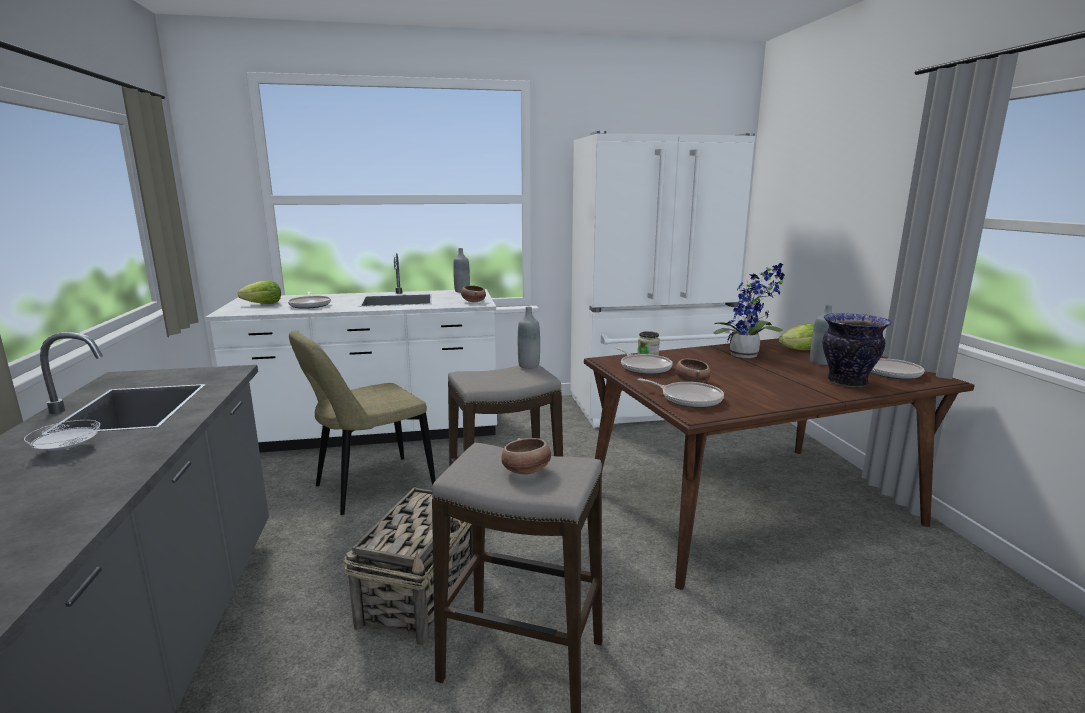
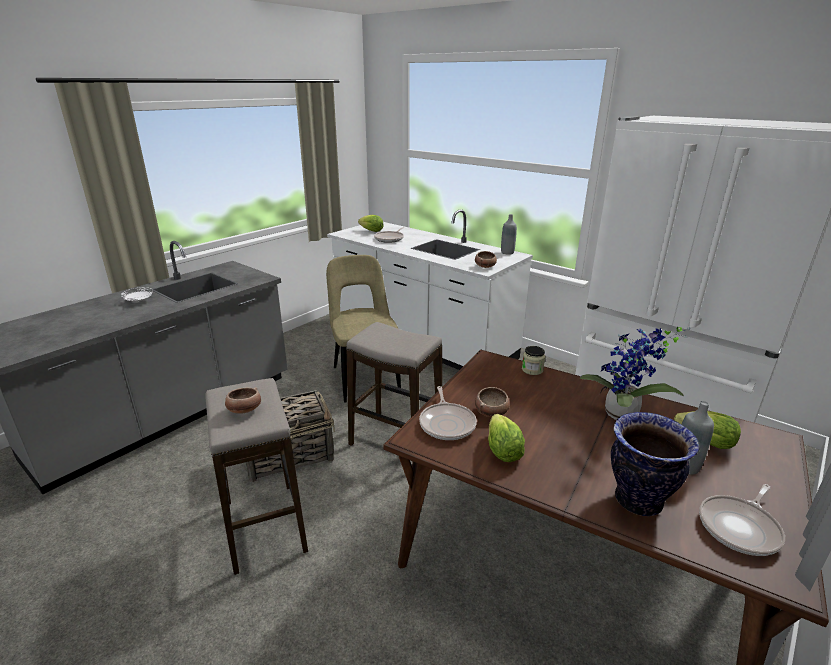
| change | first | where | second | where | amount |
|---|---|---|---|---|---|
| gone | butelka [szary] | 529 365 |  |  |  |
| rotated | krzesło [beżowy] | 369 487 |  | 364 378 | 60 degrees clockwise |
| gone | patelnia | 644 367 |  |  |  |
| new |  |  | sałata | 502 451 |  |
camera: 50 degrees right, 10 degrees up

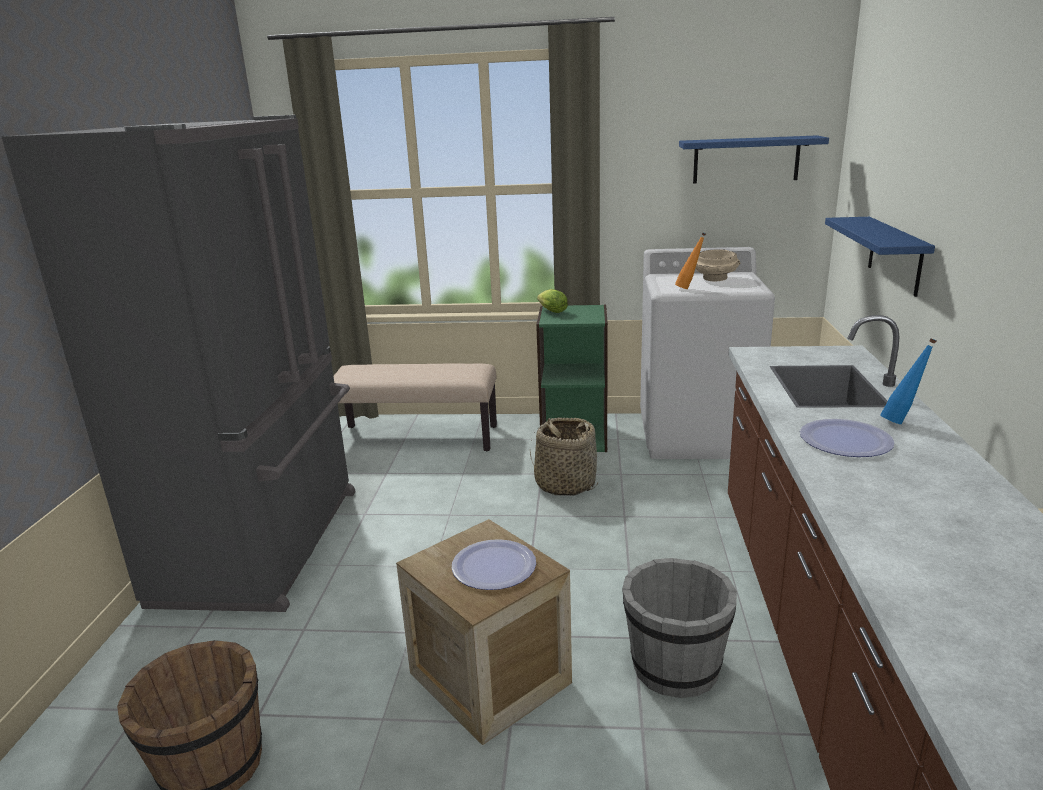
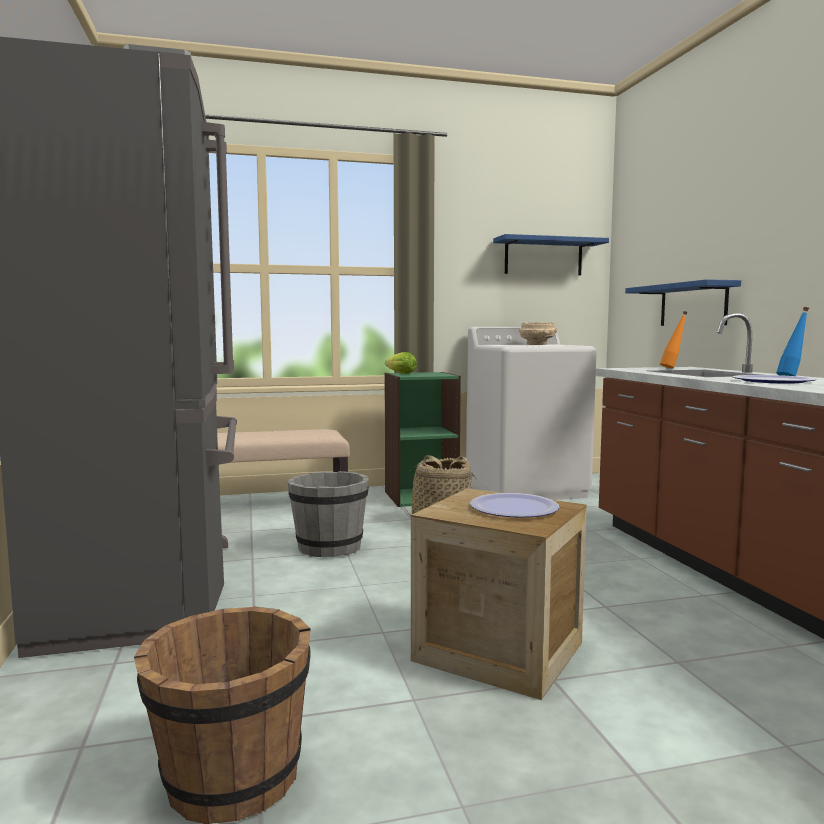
| change | first | where | second | where | amount |
|---|---|---|---|---|---|
| shifted | butelka [pomarańczowy] | 689 288 |  | 672 368 |  |
| shifted | wiadro [szary] | 675 667 |  | 329 547 |  |
camera: 20 degrees left, 15 degrees down

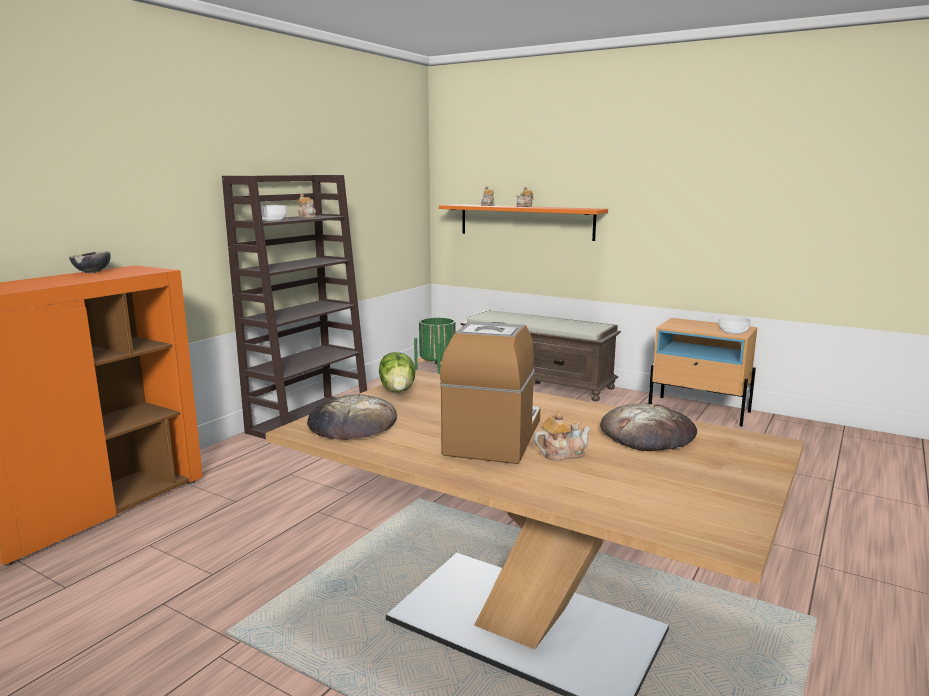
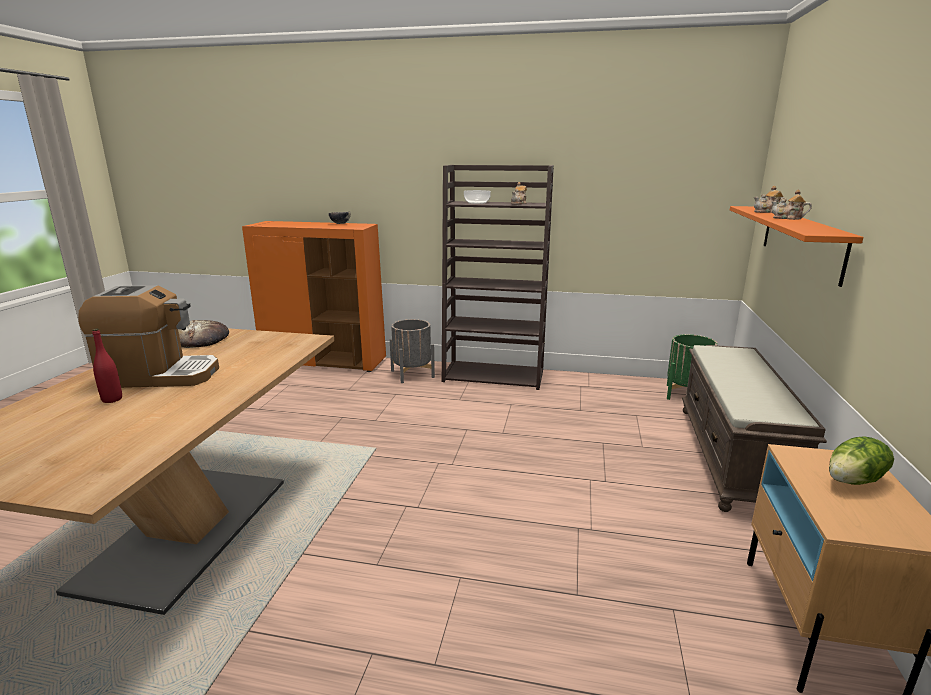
| change | first | where | second | where | amount |
|---|---|---|---|---|---|
| gone | miska | 733 331 |  |  |  |
| shifted | sałata | 398 390 |  | 855 480 |  |
| gone | chleb | 647 434 |  |  |  |
| swapped | imbryk | 561 454 | butelka [czerwony] | 112 399 |  |
| new |  |  | donica [szary] | 412 374 |  |
camera: 70 degrees right, 5 degrees up

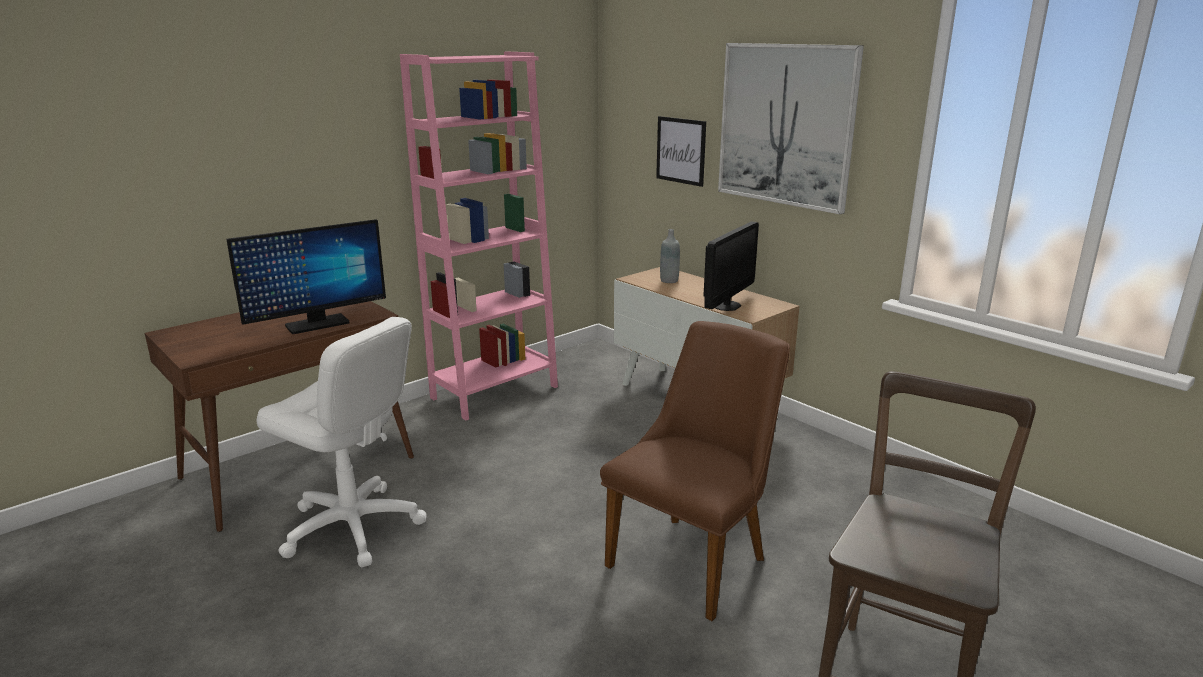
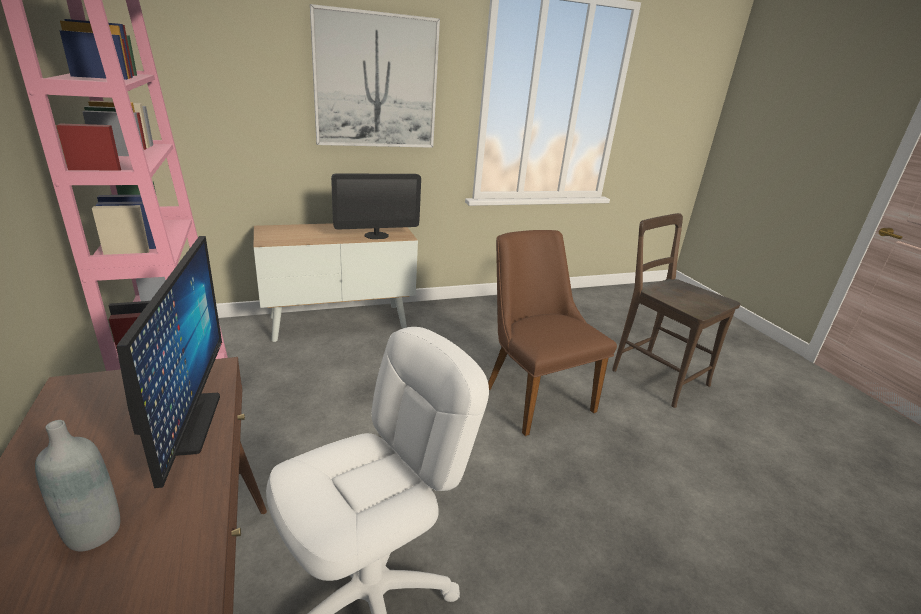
| change | first | where | second | where | amount |
|---|---|---|---|---|---|
| gone | obraz | 681 150 |  |  |  |
| rotated | monitor | 726 306 |  | 376 235 | 105 degrees clockwise |
| shifted | butelka [szary] | 669 280 |  | 93 532 |  |
camera: 70 degrees left, 5 degrees up

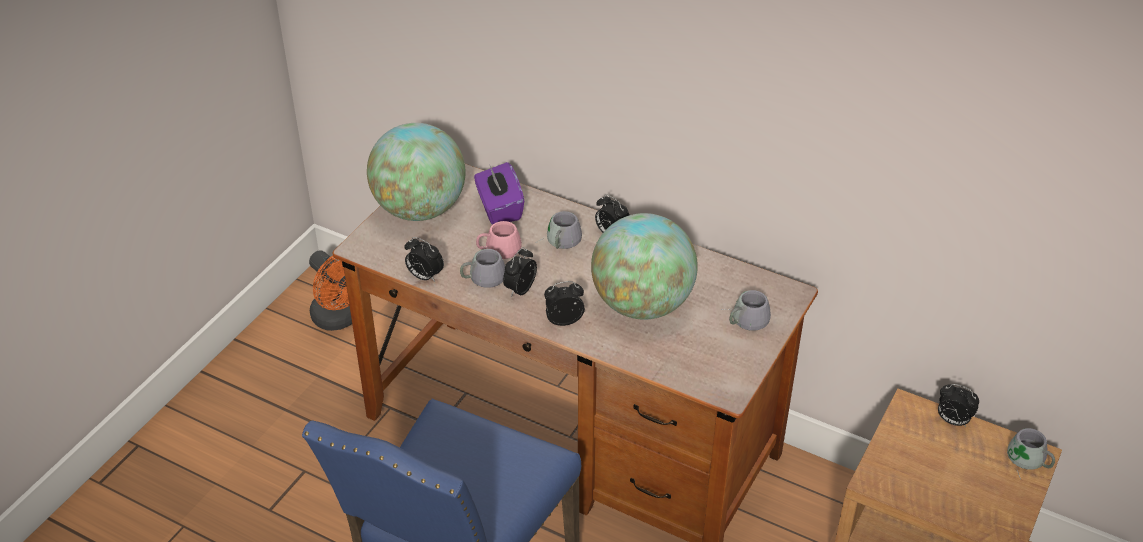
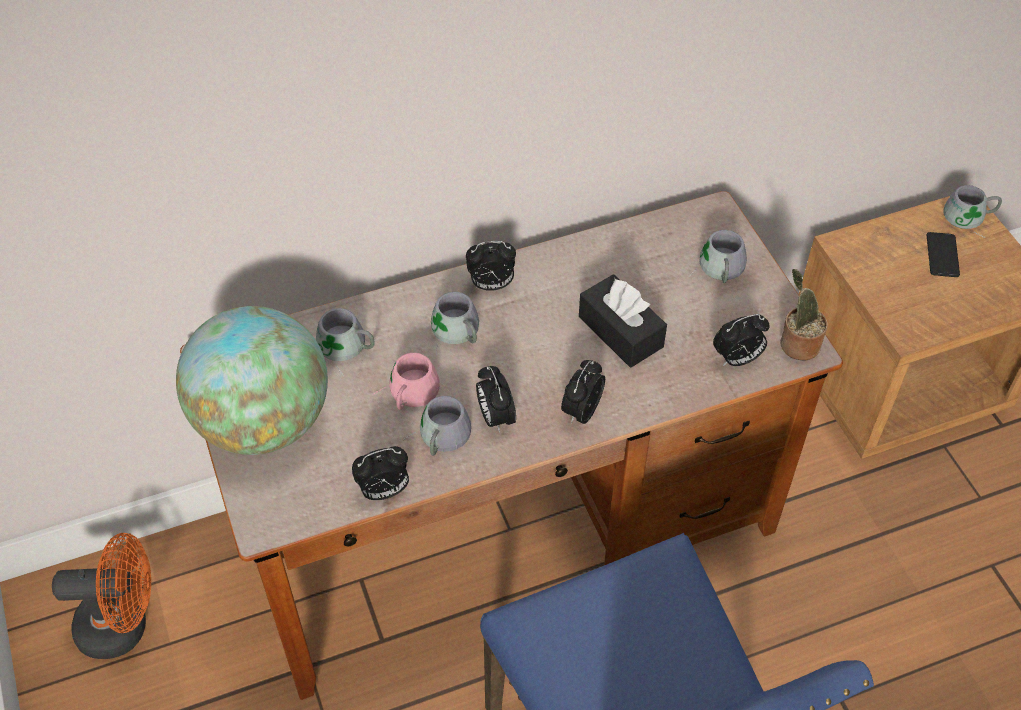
| change | first | where | second | where | amount |
|---|---|---|---|---|---|
| swapped | pudełko chusteczek [fioletowy] | 499 208 | kubek [szary] | 345 350 |  |
| swapped | globus | 642 304 | pudełko chusteczek [czarny] | 620 331 |  |
| shifted | budzik | 952 420 |  | 737 359 |  |
| new |  |  | telefon | 942 255 |  |
| new |  |  | roślina doniczkowa | 797 344 |  |
camera: 50 degrees left, 10 degrees up

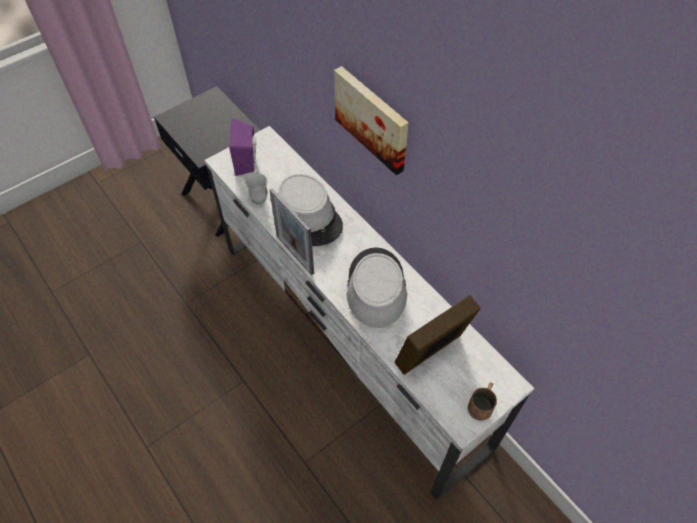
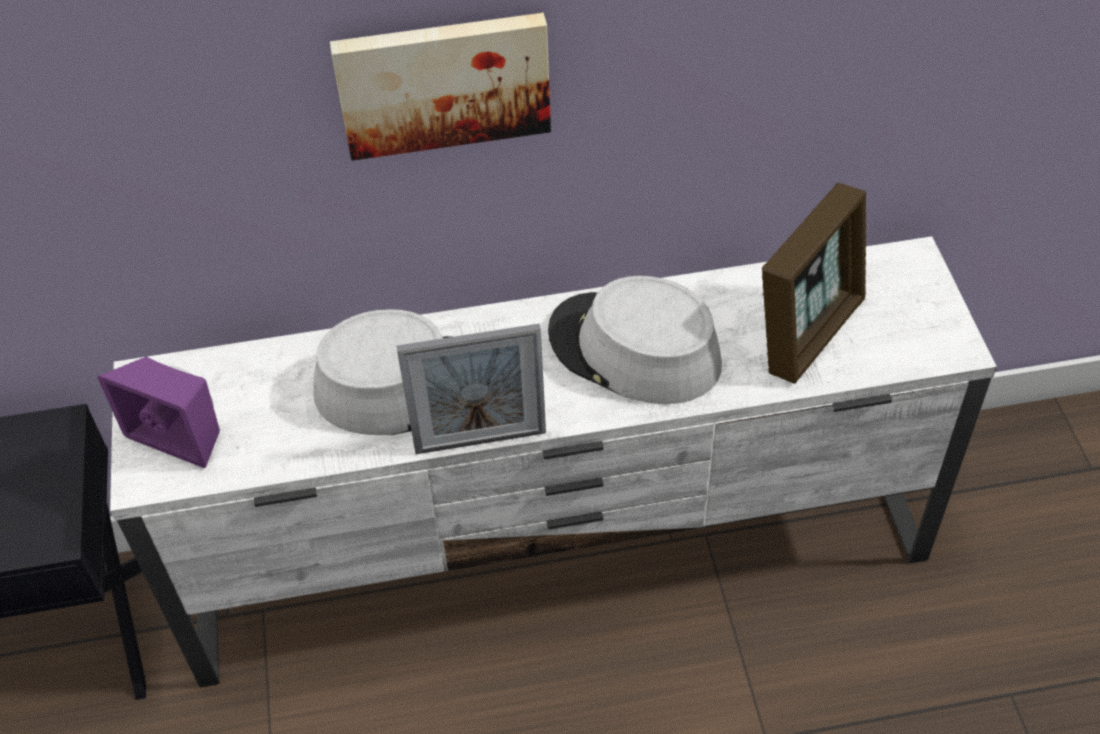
| change | first | where | second | where | amount |
|---|---|---|---|---|---|
| gone | kubek [biały] | 259 195 |  |  |  |
| rotated | ramka na zdjęcie | 431 354 |  | 808 331 | 135 degrees counterclockwise |
| gone | kubek [brązowy] | 482 403 |  |  |  |
camera: 60 degrees left, 5 degrees down

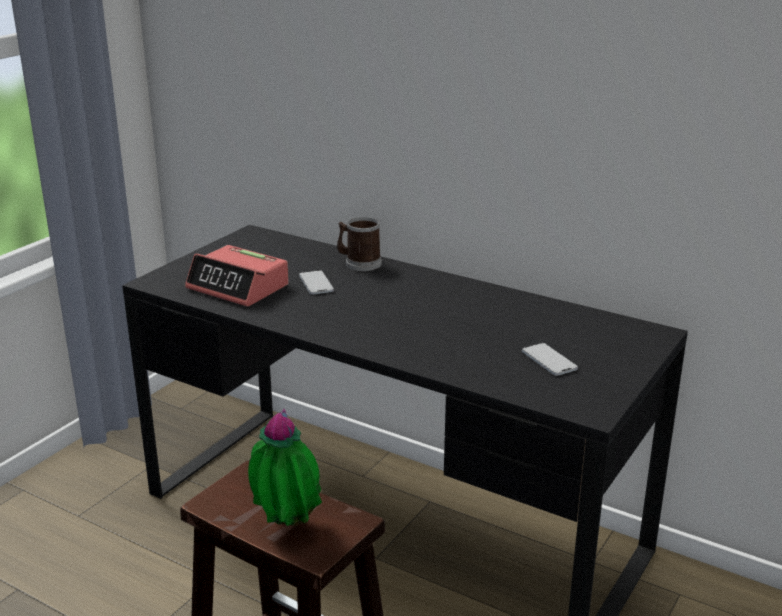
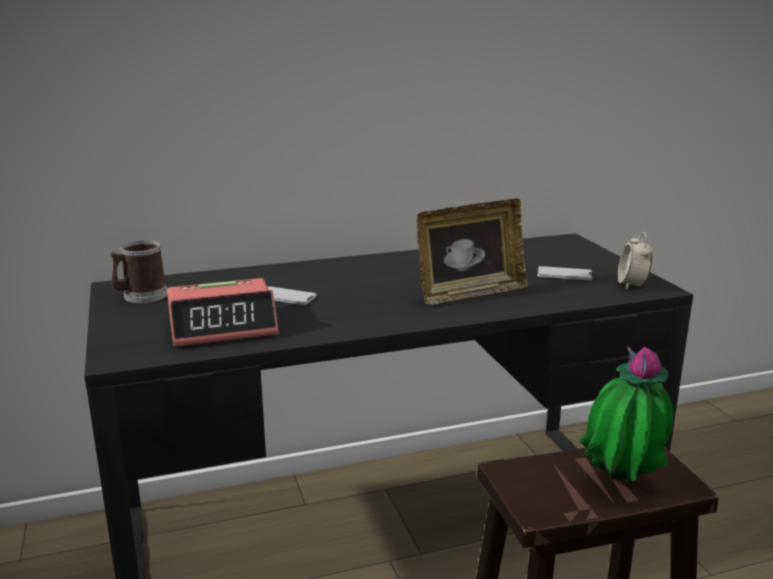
| change | first | where | second | where | amount |
|---|---|---|---|---|---|
| shifted | kubek | 359 263 |  | 141 296 |  |
| new |  |  | ramka na zdjęcie | 469 293 |  |
| new |  |  | budzik | 632 285 |  |
camera: 50 degrees left, 5 degrees down

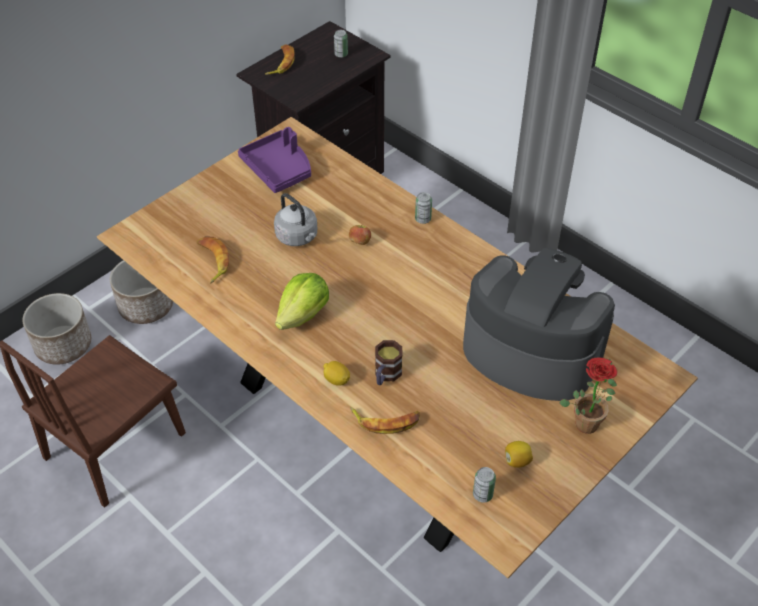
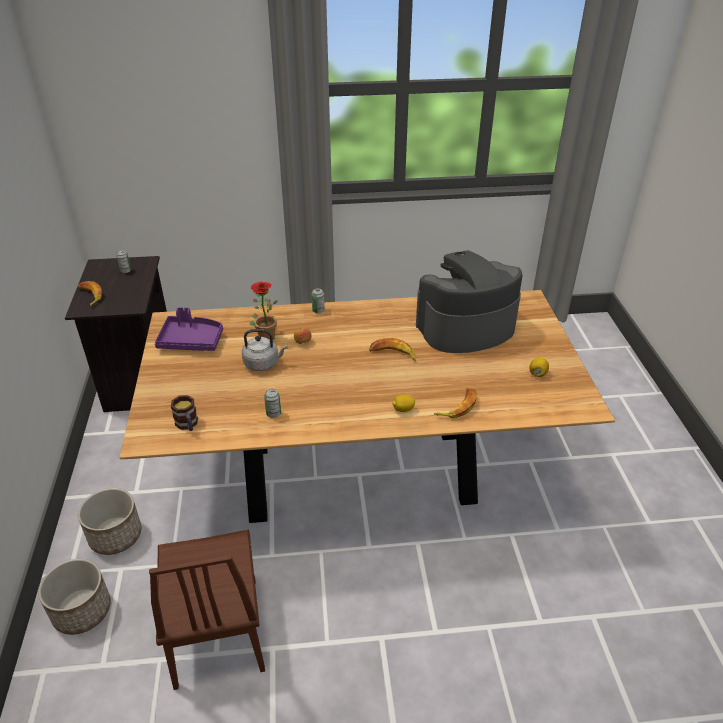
| change | first | where | second | where | amount |
|---|---|---|---|---|---|
| shifted | banan | 212 261 |  | 392 354 |  |
| gone | sałata | 304 315 |  |  |  |
| shifted | kubek | 386 375 |  | 188 425 |  |
| shifted | roślina doniczkowa | 586 420 |  | 264 336 |  |
| shifted | puszka | 482 494 |  | 273 414 |  |
camera: 50 degrees left, 10 degrees down

